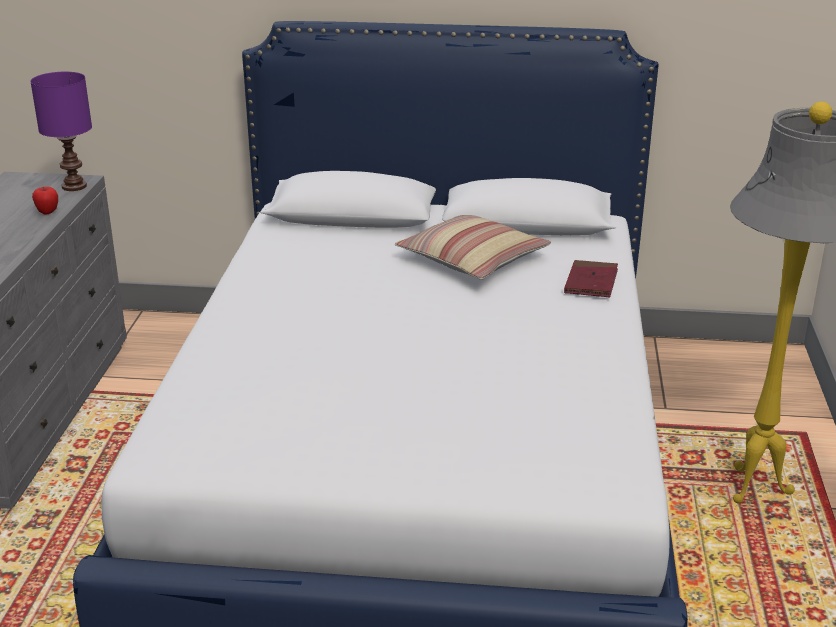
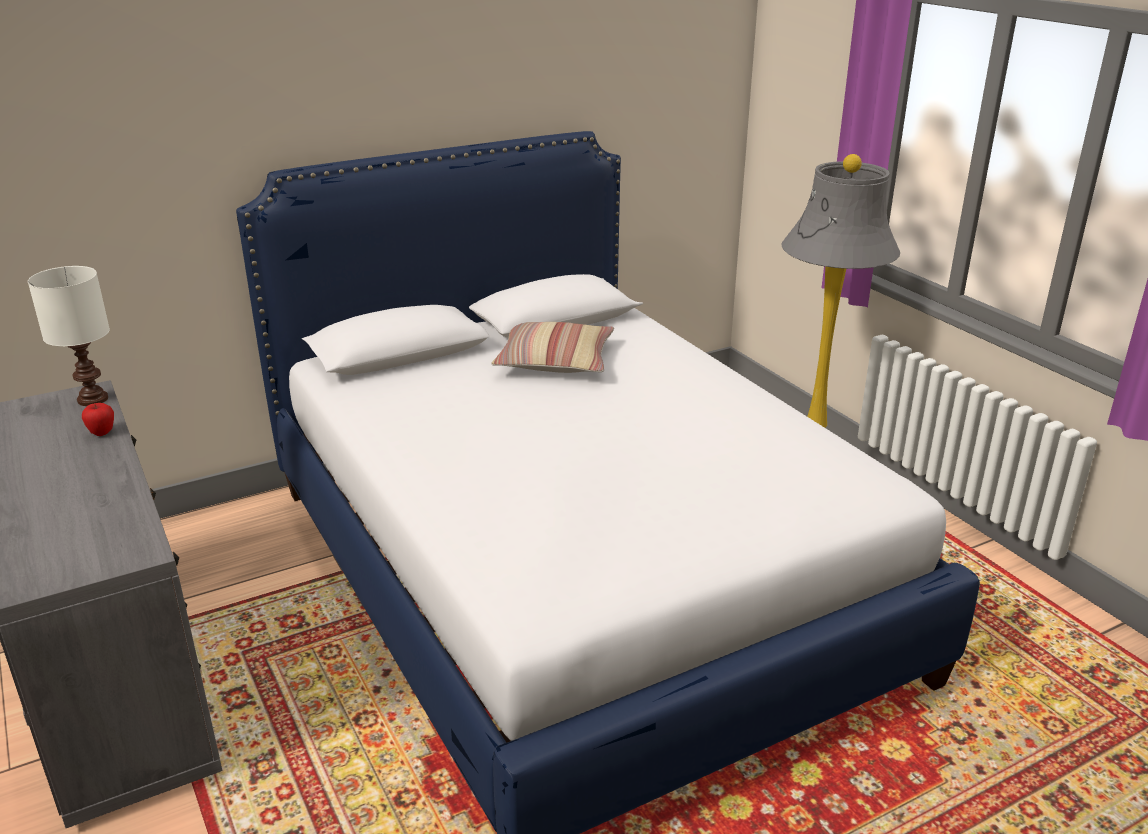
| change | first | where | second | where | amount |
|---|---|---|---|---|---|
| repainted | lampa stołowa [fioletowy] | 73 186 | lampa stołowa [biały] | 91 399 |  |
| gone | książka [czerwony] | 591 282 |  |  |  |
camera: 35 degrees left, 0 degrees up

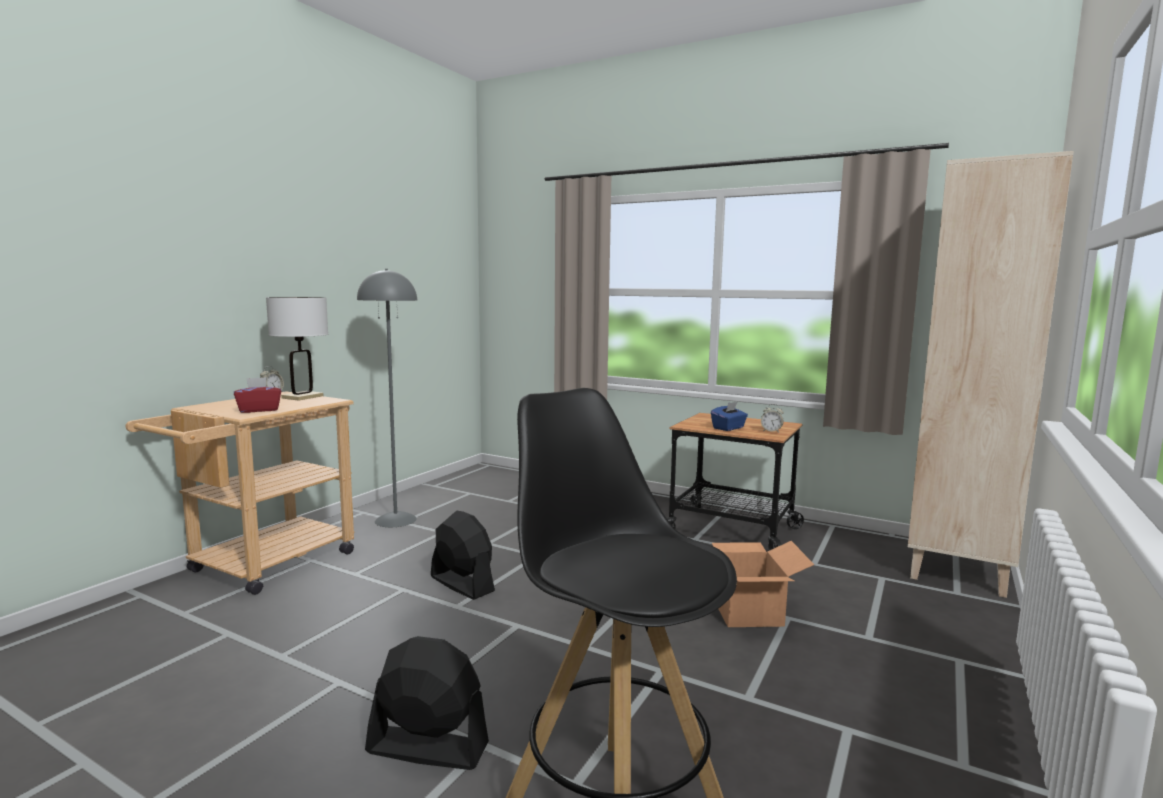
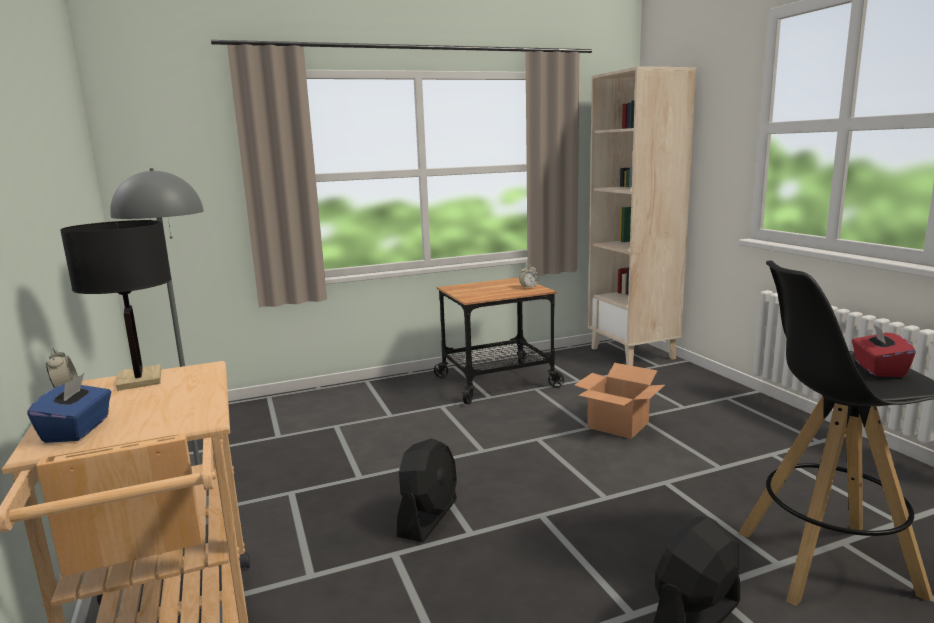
| change | first | where | second | where | amount |
|---|---|---|---|---|---|
| repainted | lampa stołowa [biały] | 302 397 | lampa stołowa [czarny] | 139 379 |  |
| shifted | pudełko chusteczek [czerwony] | 258 410 |  | 878 369 |  |
| shifted | pudełko chusteczek [niebieski] | 728 428 |  | 78 430 |  |
| rotated | wentylator [czarny] | 461 584 |  | 428 517 | 120 degrees clockwise |
camera: 50 degrees left, 5 degrees up

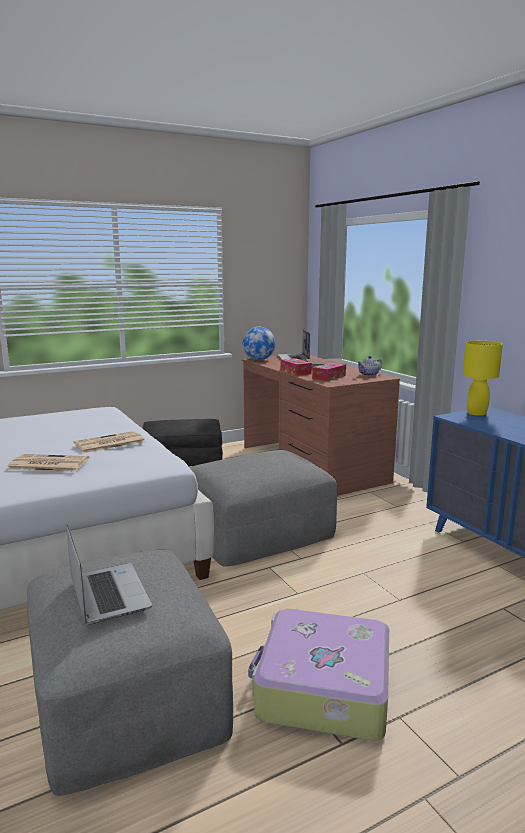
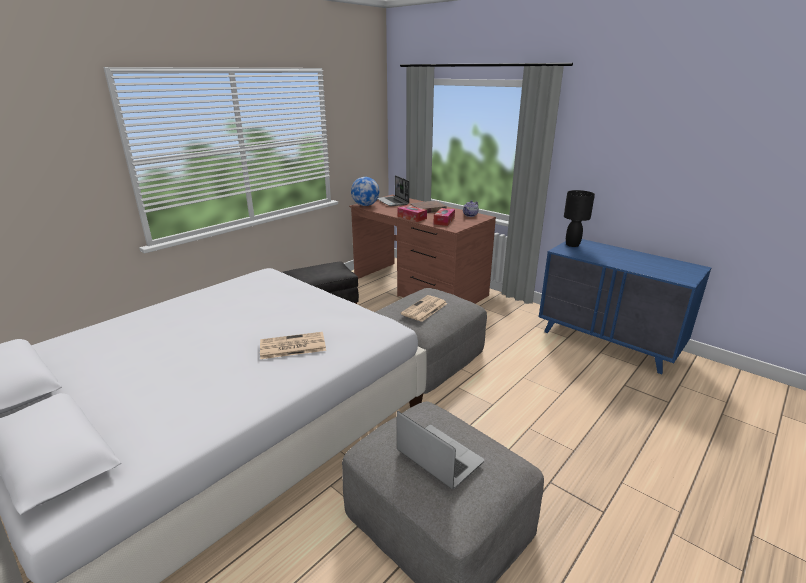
| change | first | where | second | where | amount |
|---|---|---|---|---|---|
| repainted | lampa stołowa [żółty] | 477 413 | lampa stołowa [czarny] | 572 245 |  |
| shifted | gazeta | 109 443 |  | 424 309 |  |
| gone | walizka | 322 688 |  |  |  |
camera: 20 degrees left, 10 degrees up

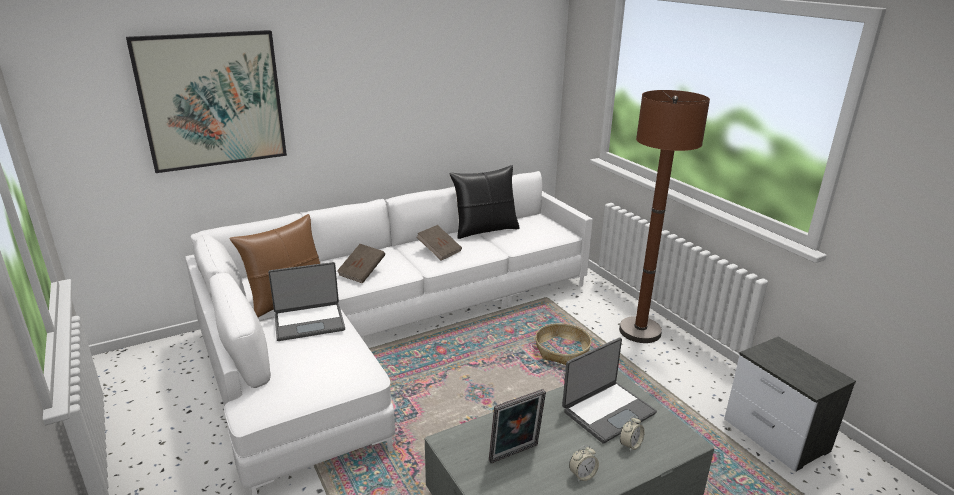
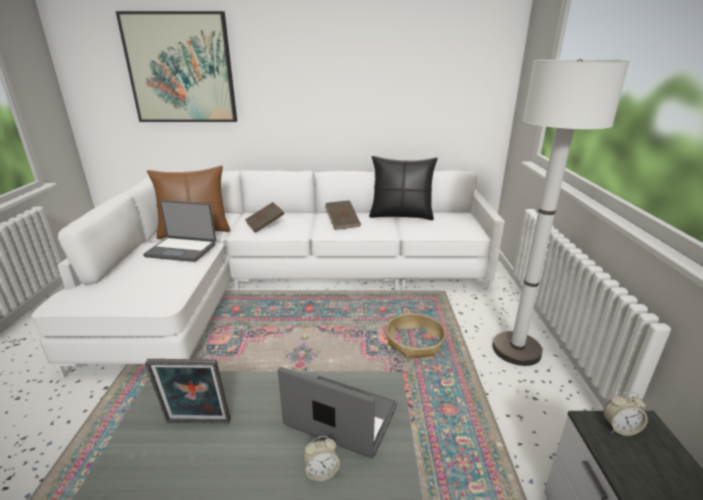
| change | first | where | second | where | amount |
|---|---|---|---|---|---|
| repainted | lampa stojąca [brązowy] | 640 331 | lampa stojąca [biały] | 516 350 |  |
| rotated | laptop | 607 411 |  | 340 418 | 150 degrees counterclockwise |
| shifted | budzik | 582 475 |  | 619 428 |  |
camera: 30 degrees right, 0 degrees up

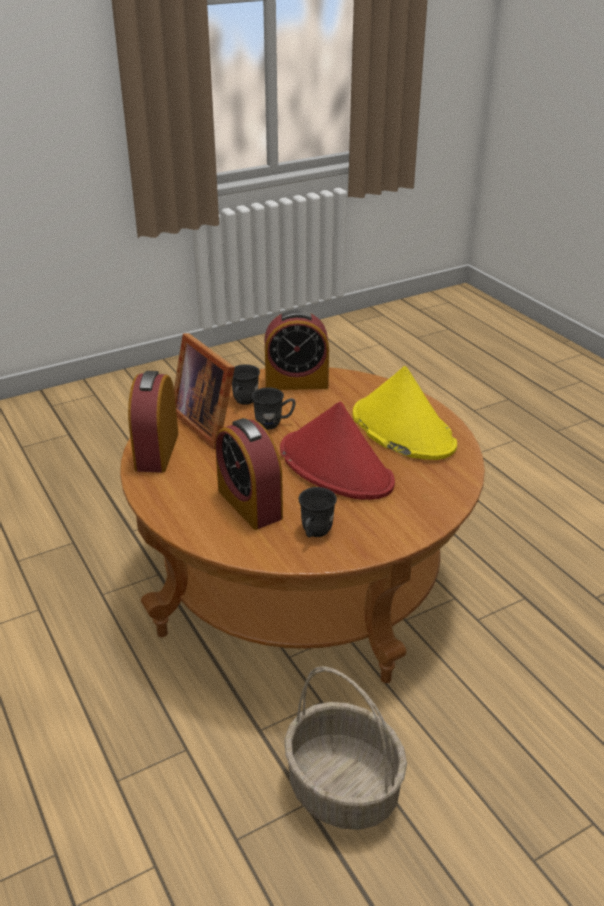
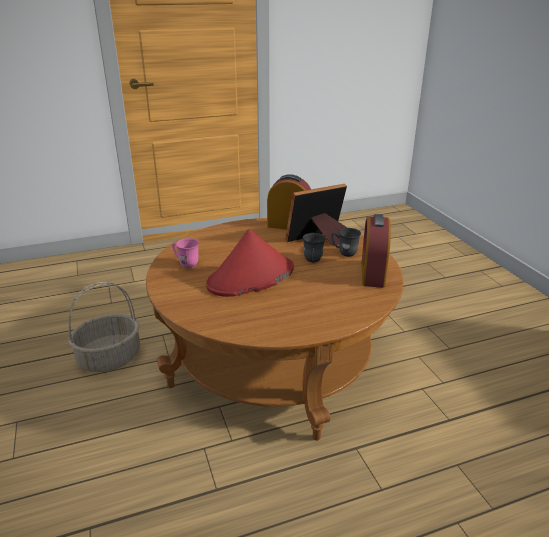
| change | first | where | second | where | amount |
|---|---|---|---|---|---|
| gone | kapelusz [żółty] | 402 430 |  |  |  |
| gone | budzik | 249 504 |  |  |  |
| repainted | kubek [szary] | 314 533 | kubek [różowy] | 185 263 |  |
camera: 100 degrees right, 5 degrees down

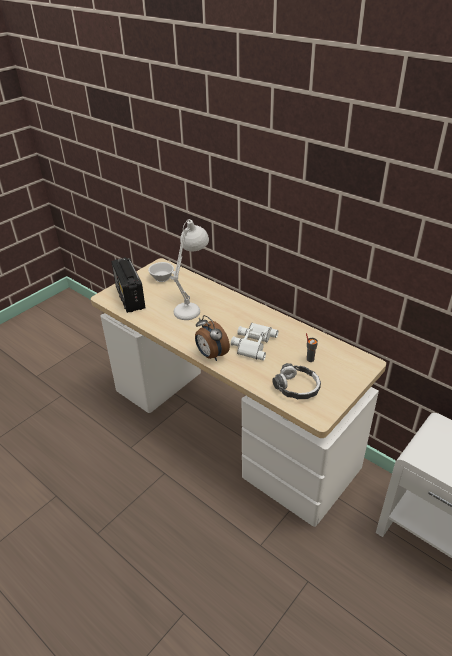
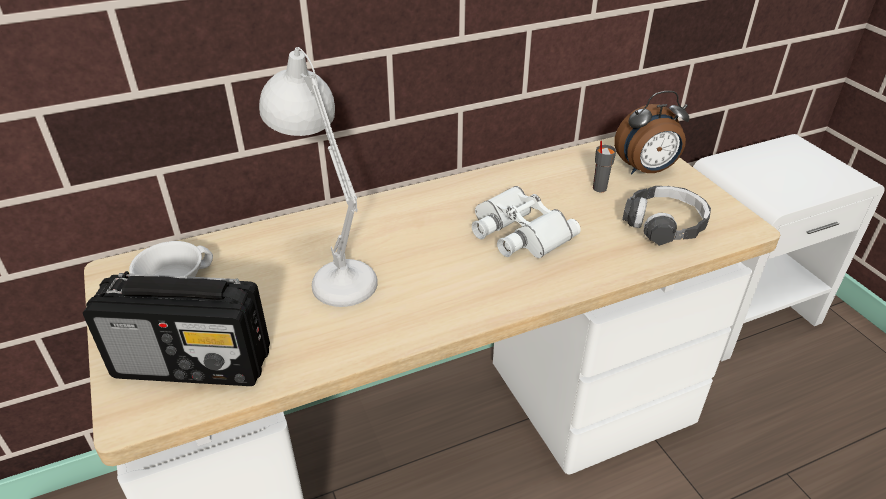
| change | first | where | second | where | amount |
|---|---|---|---|---|---|
| shifted | budzik | 211 355 |  | 646 170 |  |
camera: 65 degrees left, 0 degrees up

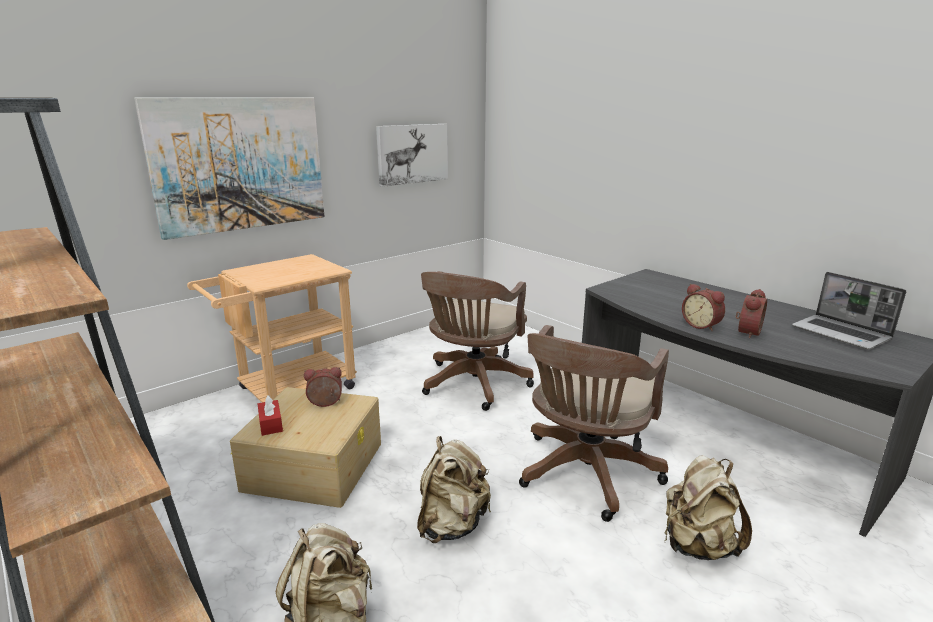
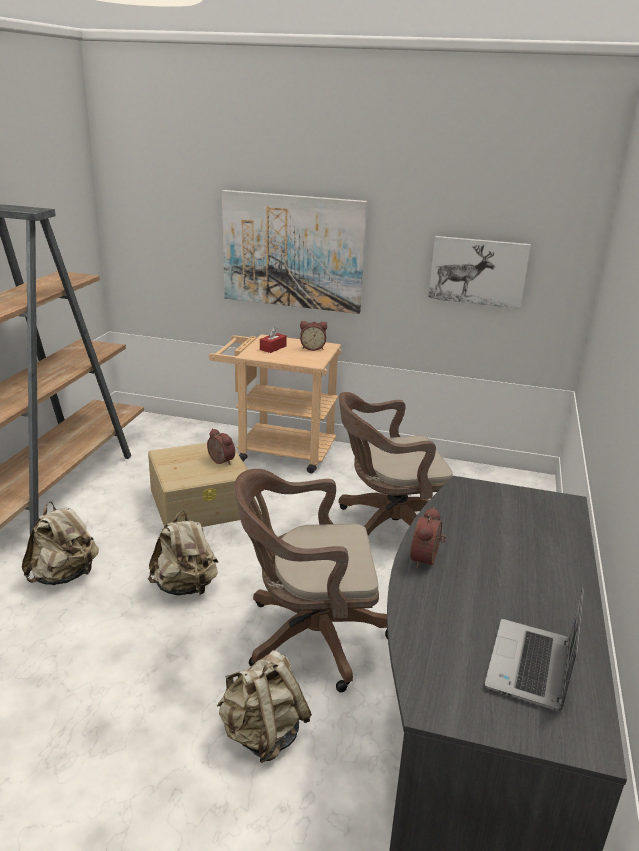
| change | first | where | second | where | amount |
|---|---|---|---|---|---|
| shifted | budzik | 746 332 |  | 312 348 |  |
| shifted | pudełko chusteczek [czerwony] | 270 424 |  | 273 348 |  |
camera: 55 degrees right, 5 degrees up

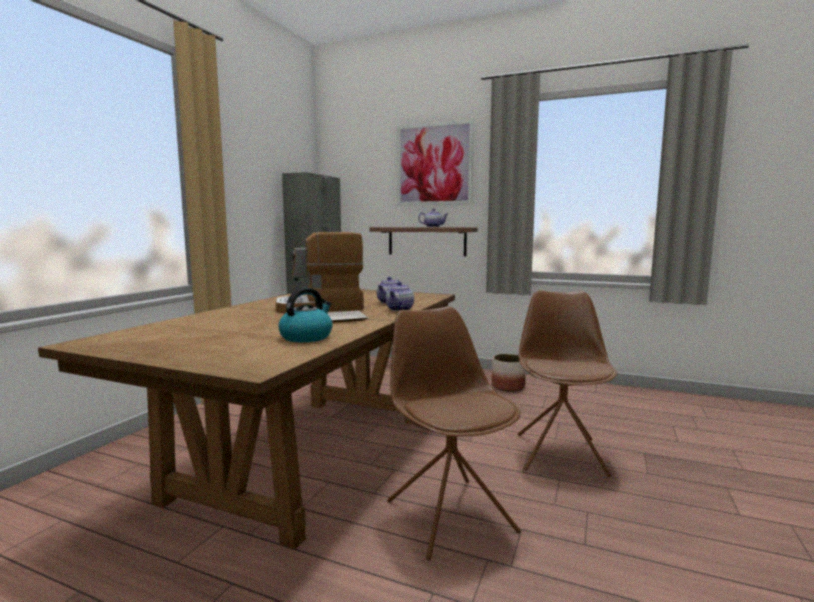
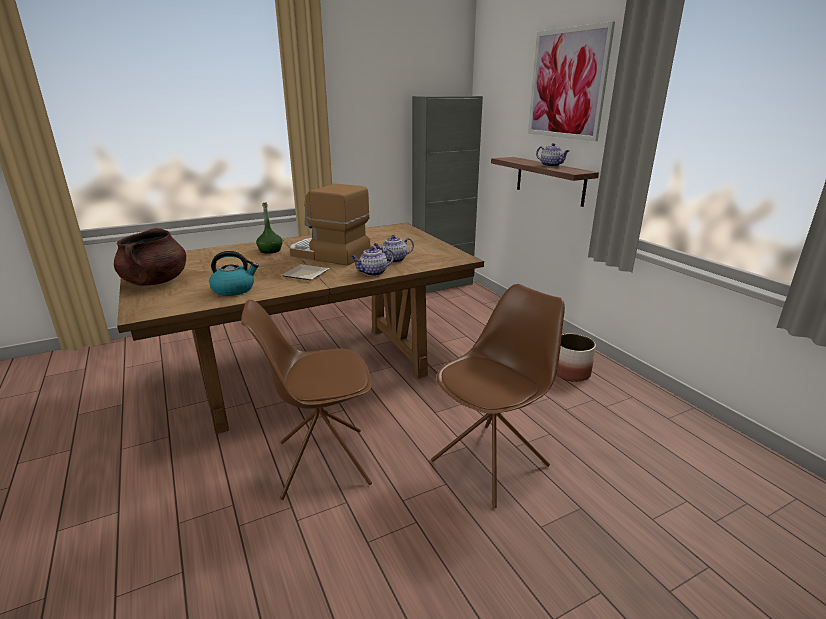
| change | first | where | second | where | amount |
|---|---|---|---|---|---|
| rotated | krzesło [brązowy] | 449 514 |  | 321 462 | 120 degrees counterclockwise |
| new |  |  | butelka [zielony] | 270 250 |  |
| new |  |  | garnek [brązowy] | 155 281 |  |
camera: 40 degrees right, 15 degrees up

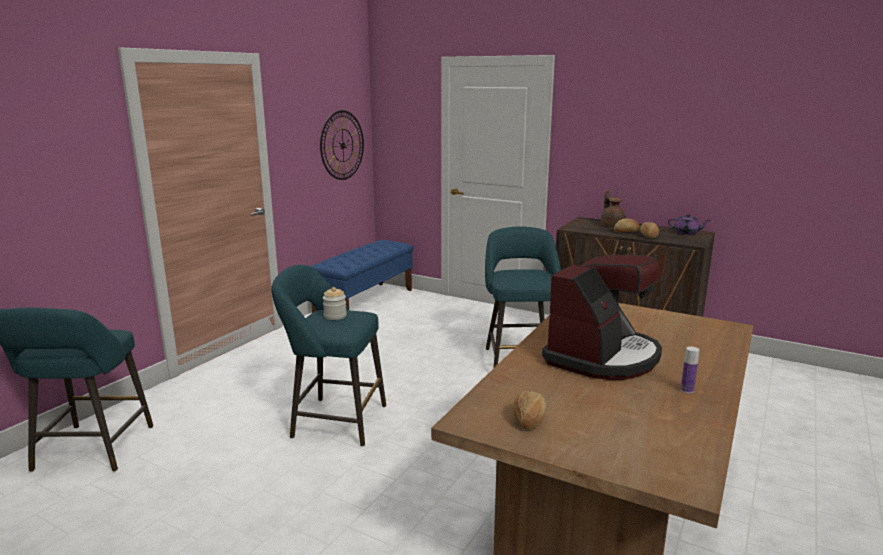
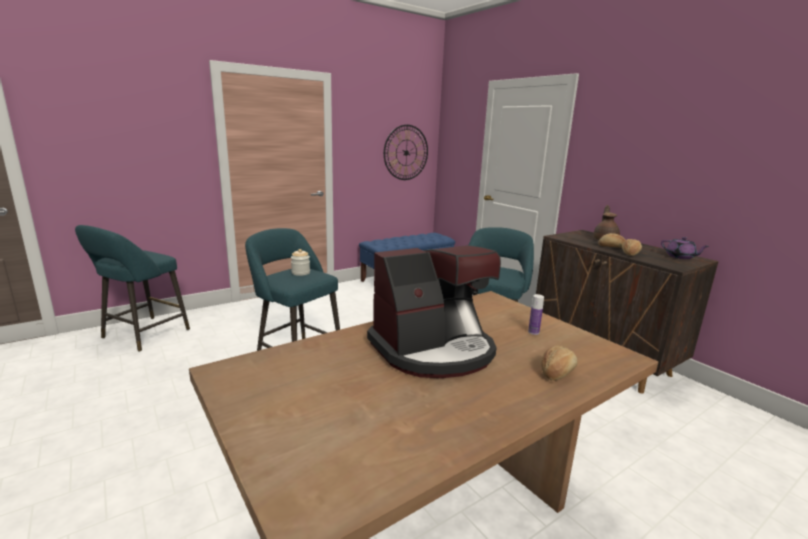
| change | first | where | second | where | amount |
|---|---|---|---|---|---|
| shifted | butelka | 687 390 |  | 533 332 |  |
| shifted | chleb | 528 419 |  | 556 372 |  |
camera: 25 degrees right, 0 degrees up

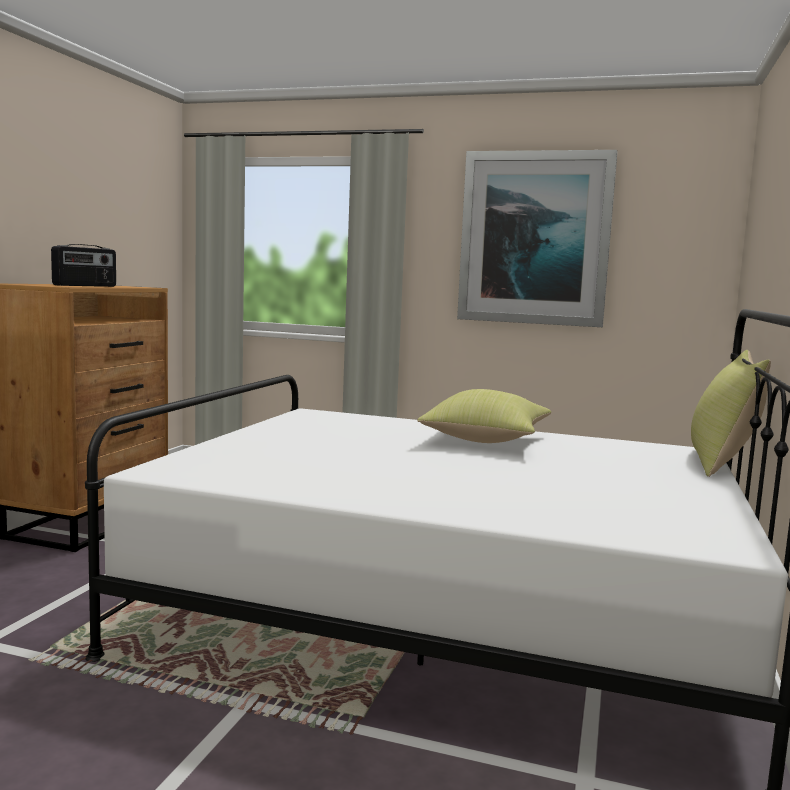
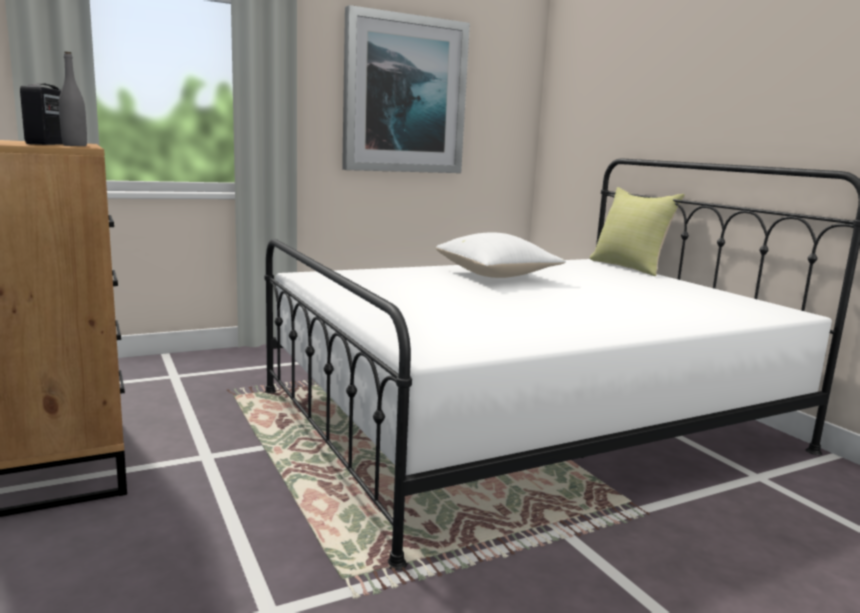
| change | first | where | second | where | amount |
|---|---|---|---|---|---|
| repainted | poduszka [żółty] | 486 441 | poduszka [biały] | 497 276 |  |
| new |  |  | butelka [szary] | 74 145 |  |
camera: 45 degrees left, 5 degrees up

